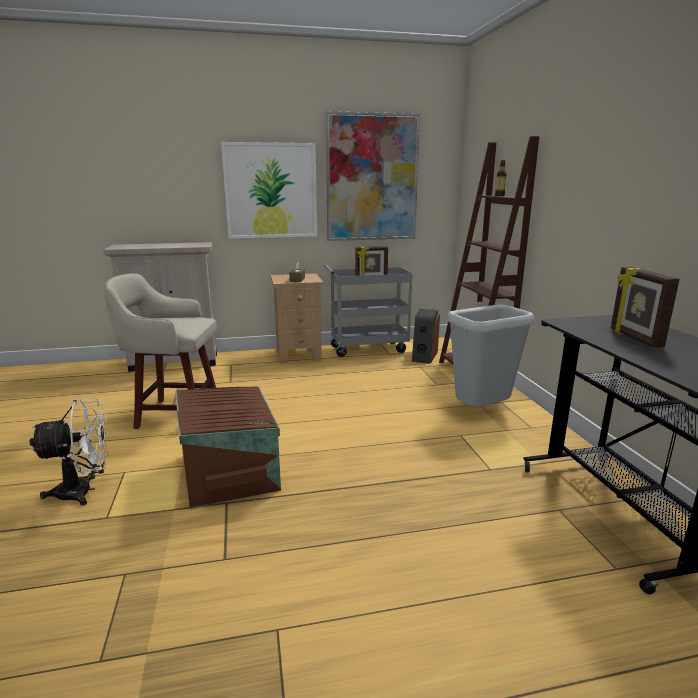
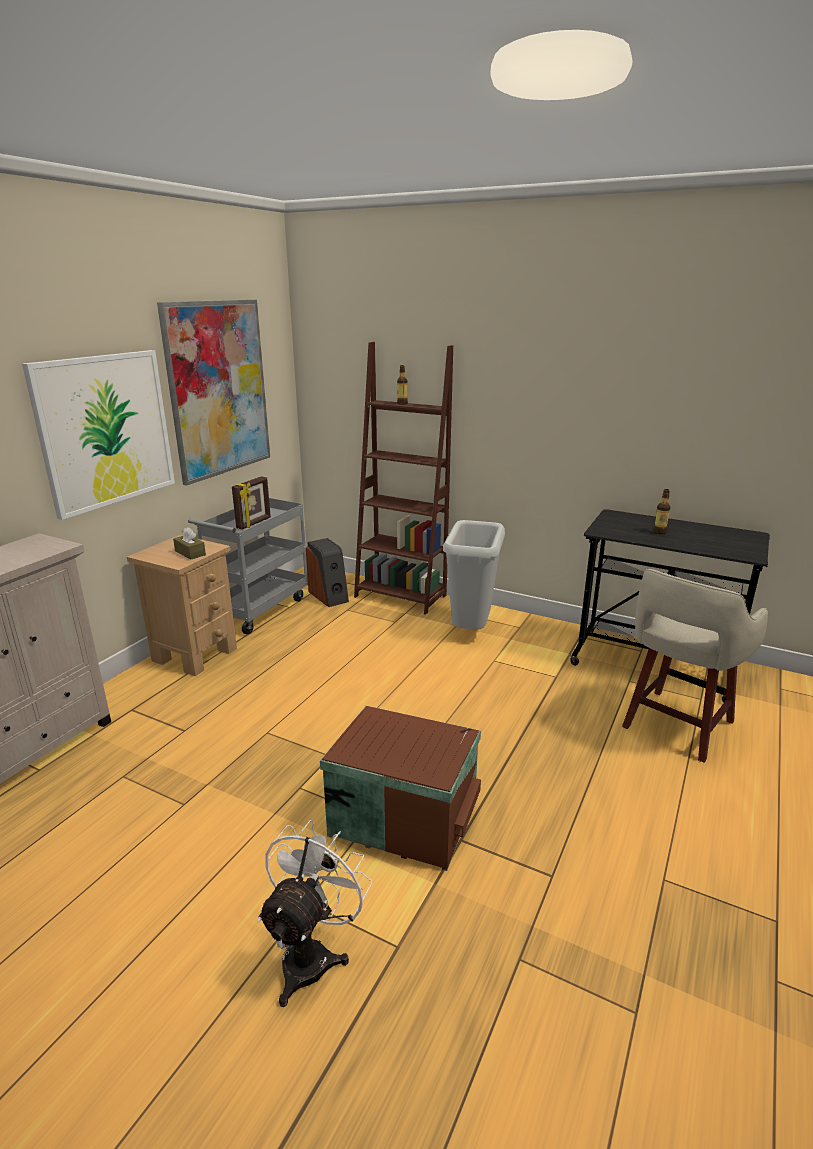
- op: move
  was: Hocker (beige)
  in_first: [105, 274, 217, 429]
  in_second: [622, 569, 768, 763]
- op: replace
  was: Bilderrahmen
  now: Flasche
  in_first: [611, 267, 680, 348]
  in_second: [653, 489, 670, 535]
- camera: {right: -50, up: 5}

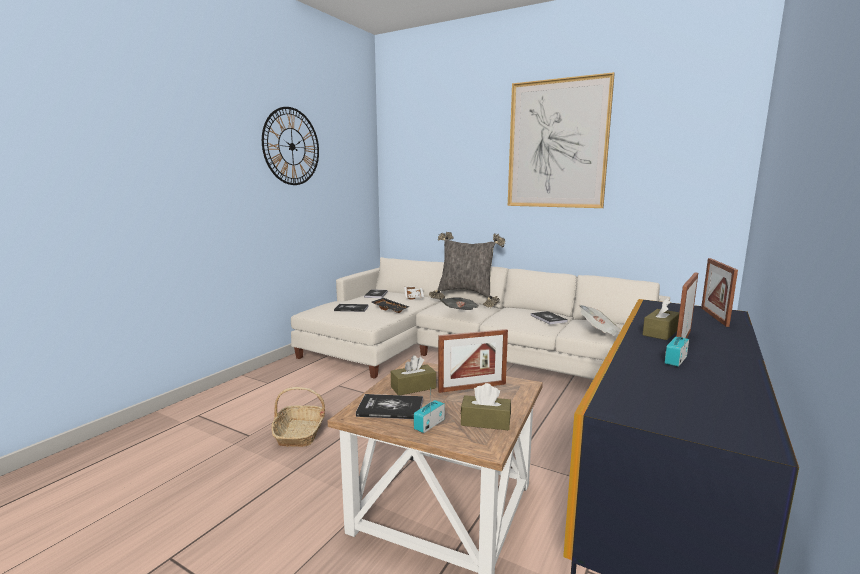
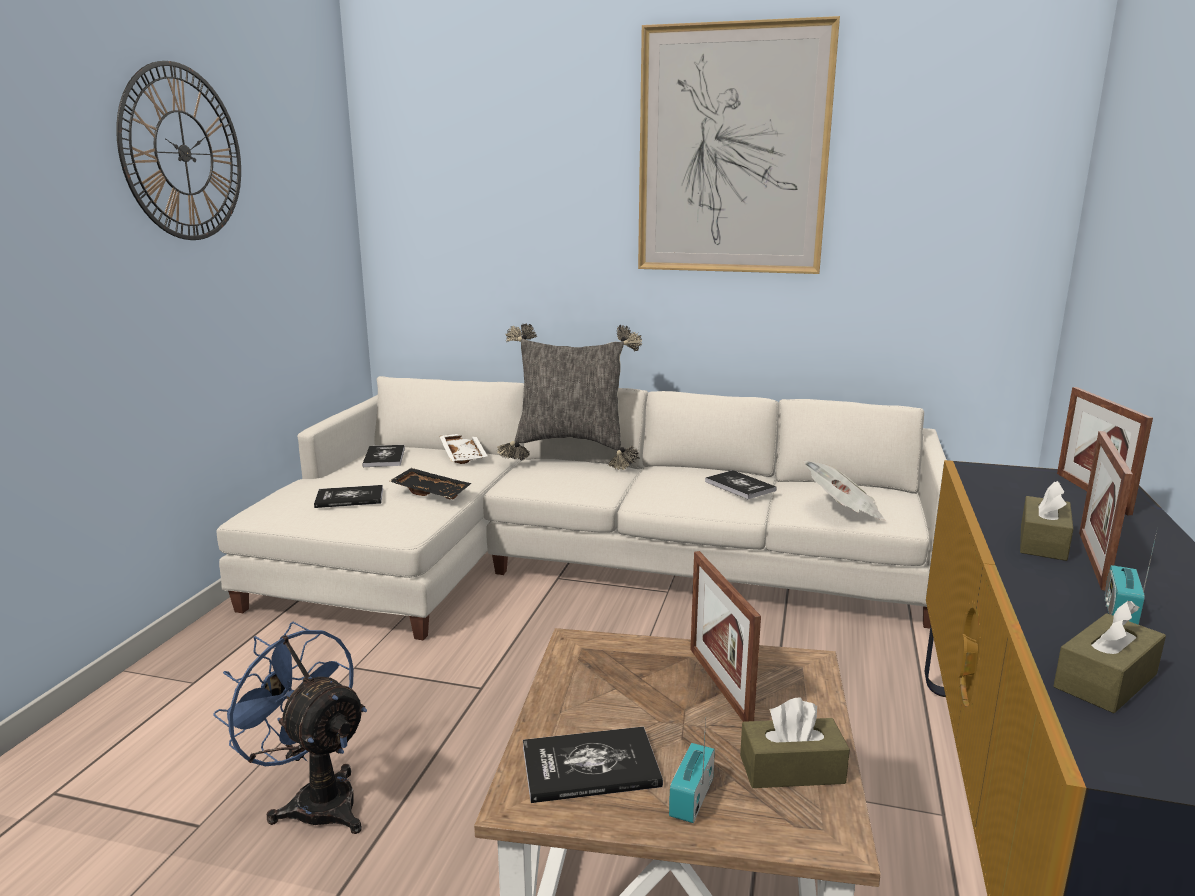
- op: delete
  was: Zeitung
  in_first: [440, 297, 479, 310]
- op: move
  was: Taschentuchbox (braun)
  in_first: [391, 355, 436, 395]
  in_second: [1054, 601, 1166, 713]
- op: replace
  was: Korb
  now: Ventilator (blau)
  in_first: [271, 387, 325, 447]
  in_second: [213, 622, 367, 834]
- op: rotate
  was: Bilderrahmen
  in_first: [438, 329, 508, 393]
  in_second: [690, 551, 761, 722]
  clockwise: 105
- camera: {right: -15, up: 5}

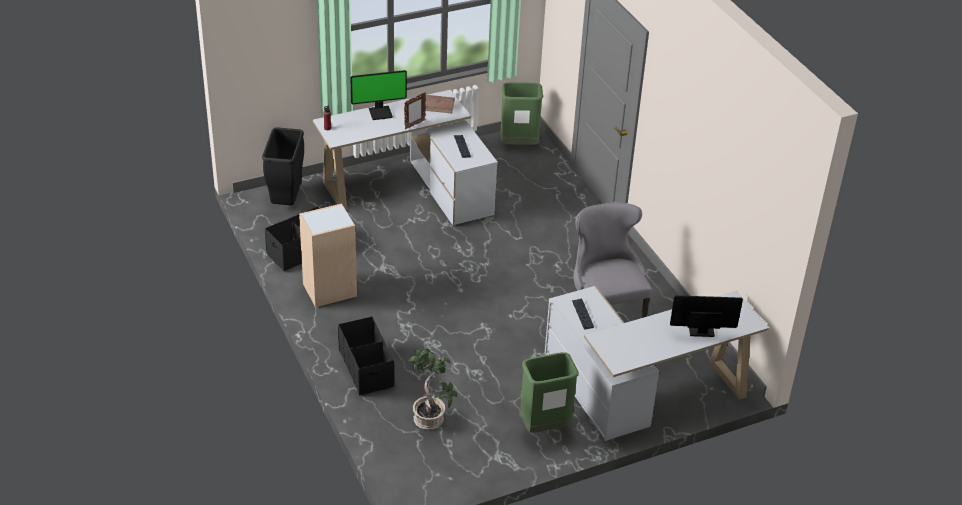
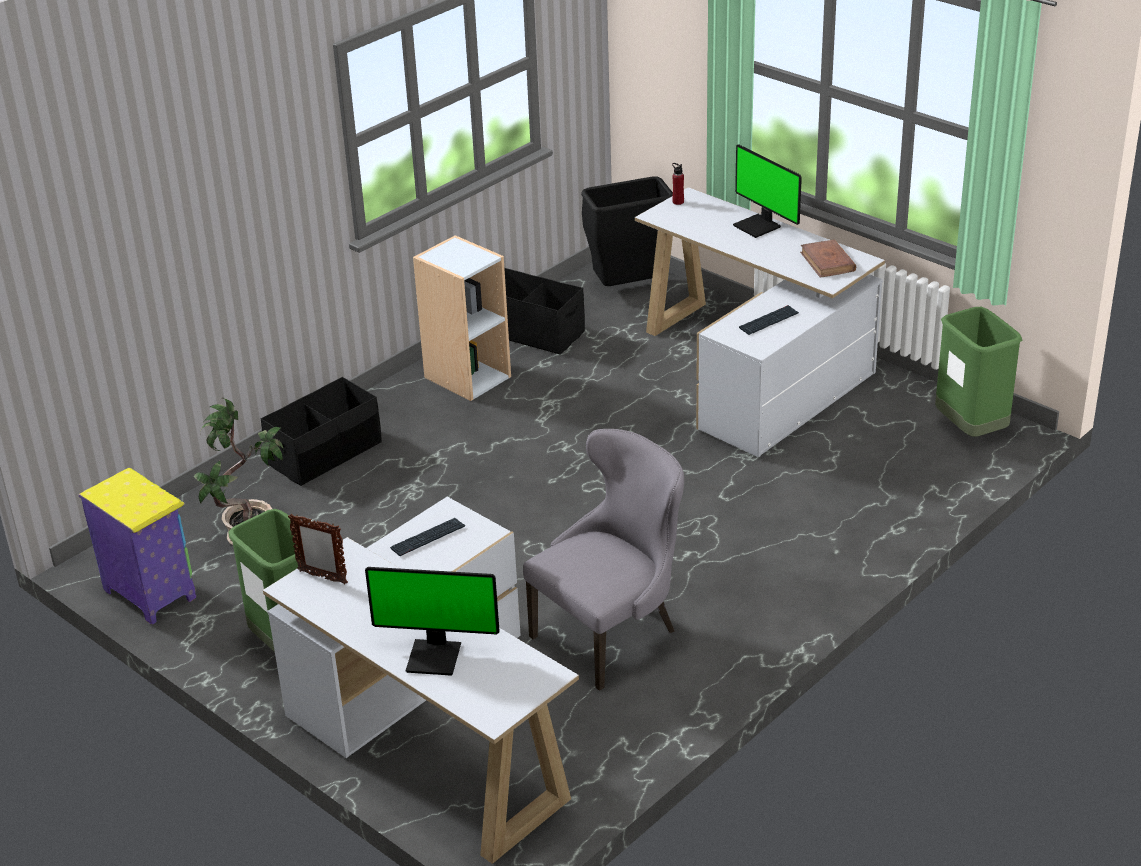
- op: insert
  now: Nachttisch
  in_second: [79, 468, 196, 625]
- op: move
  was: Bilderrahmen
  in_first: [404, 92, 426, 130]
  in_second: [288, 514, 348, 585]
- op: rotate
  was: Monitor
  in_first: [670, 295, 743, 337]
  in_second: [365, 567, 500, 676]
  clockwise: 120
- camera: {right: 70, up: -5}

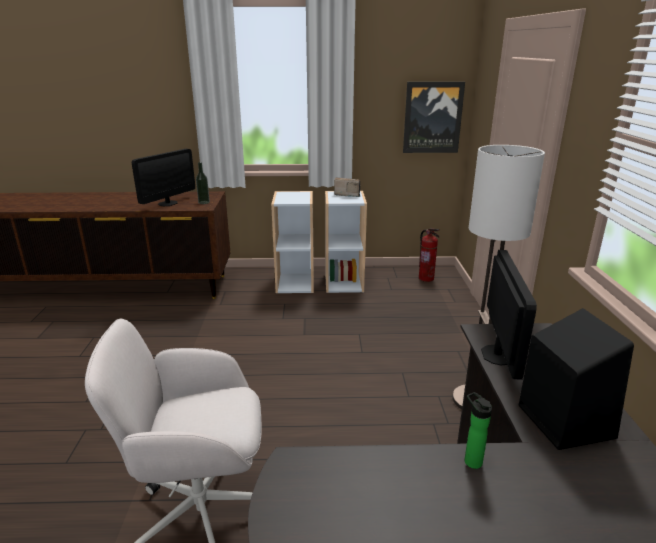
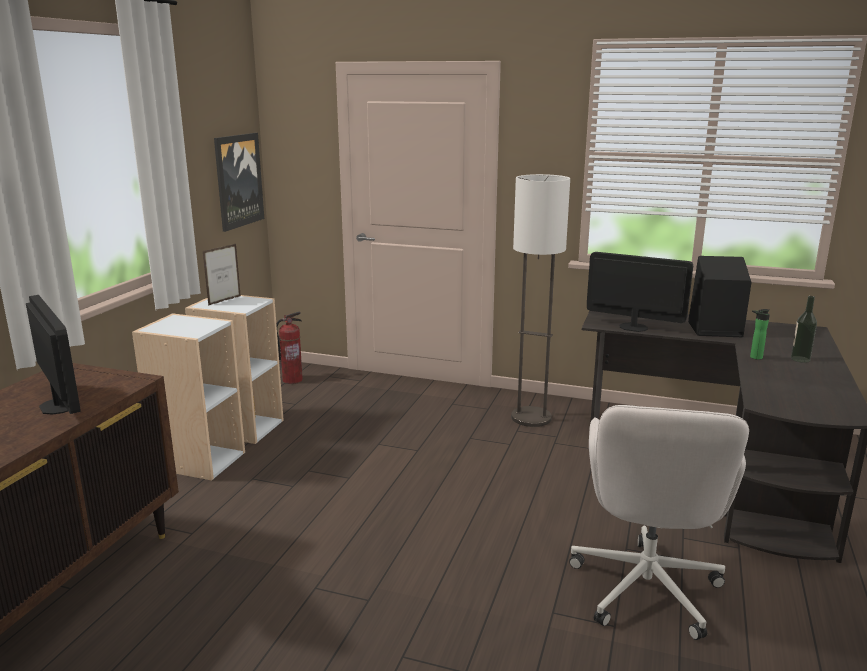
- op: move
  was: Flasche
  in_first: [196, 162, 210, 204]
  in_second: [791, 296, 817, 363]
- op: replace
  was: Radio
  now: Bilderrahmen
  in_first: [334, 177, 360, 197]
  in_second: [203, 244, 241, 306]
- camera: {right: -70, up: -5}

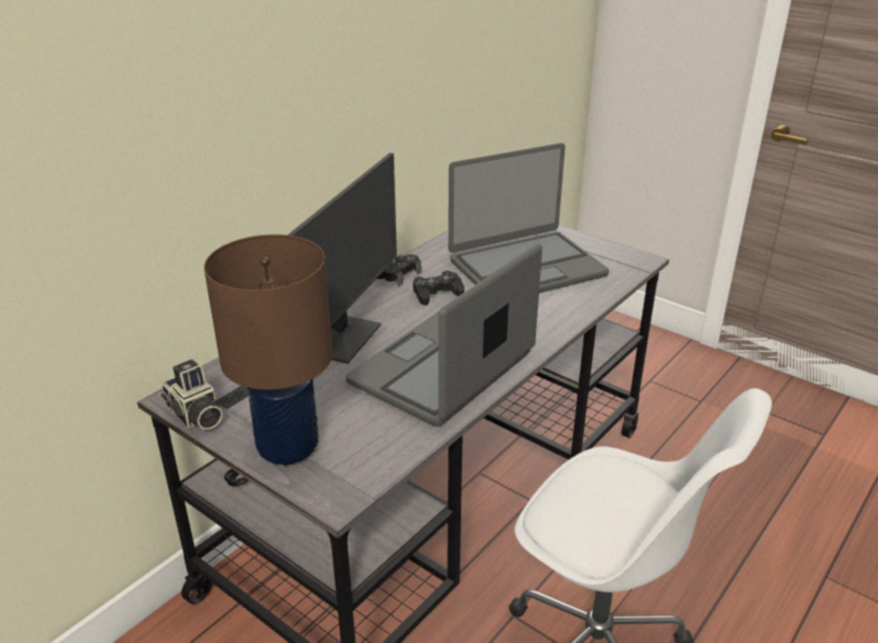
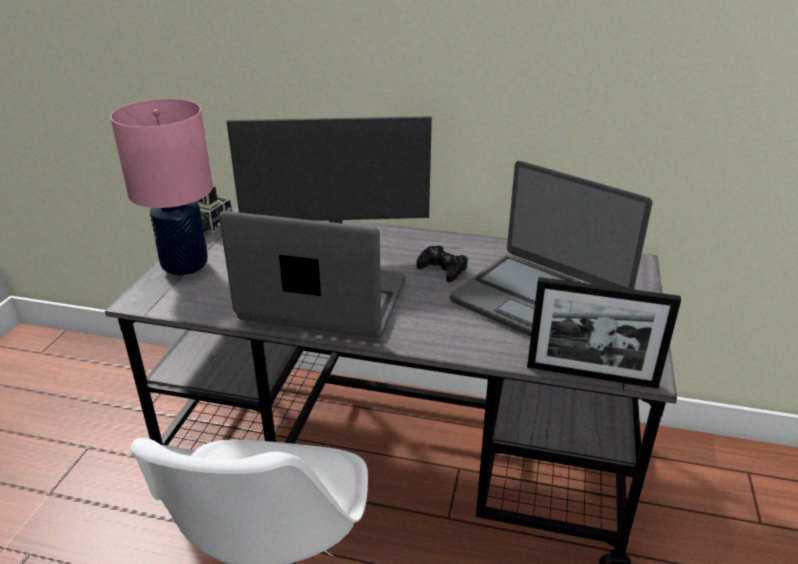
- op: delete
  was: Gamepad (schwarz)
  in_first: [377, 254, 422, 286]
- op: insert
  now: Bilderrahmen
  in_second: [527, 277, 681, 389]
- op: recolor
  was: Tischlampe (braun)
  now: Tischlampe (rosa)
  in_first: [204, 234, 333, 465]
  in_second: [110, 99, 213, 275]
- camera: {right: 65, up: 0}

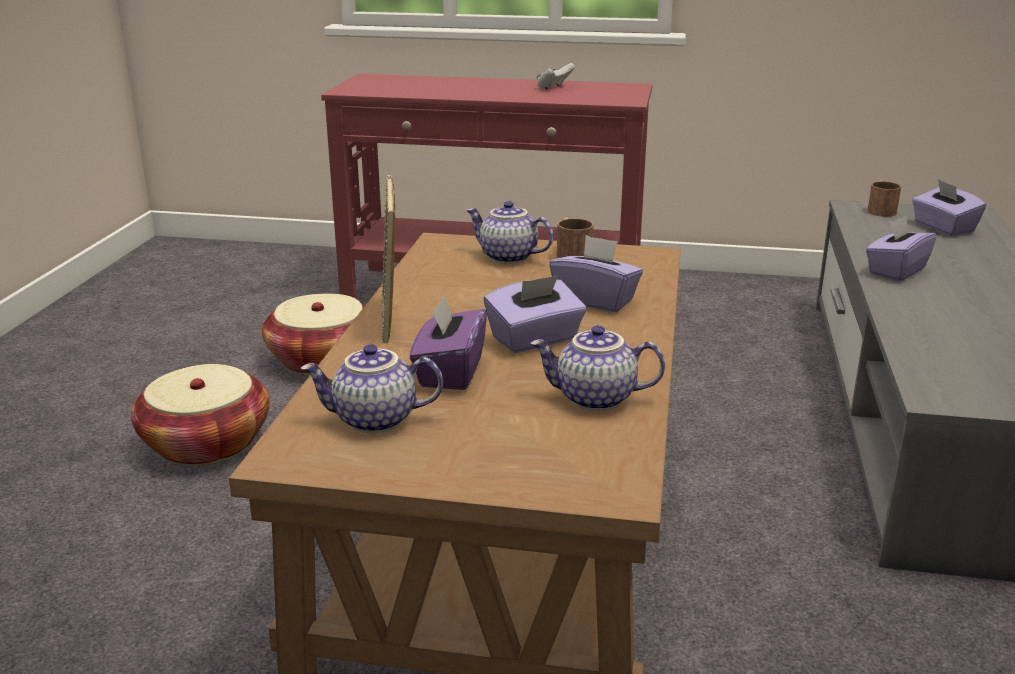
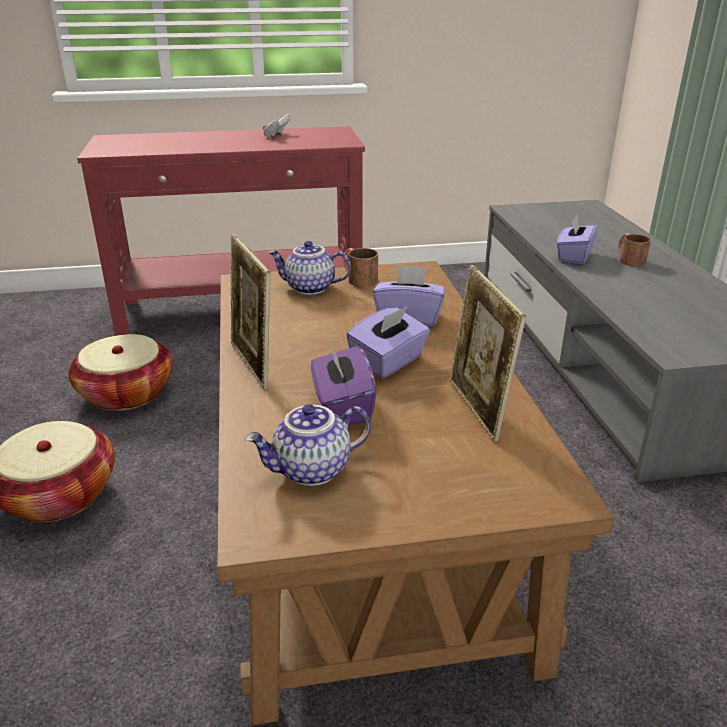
- op: delete
  was: Taschentuchbox (lila)
  in_first: [912, 179, 986, 236]
- op: move
  was: Henkelbecher (braun)
  in_first: [867, 180, 901, 217]
  in_second: [618, 233, 651, 267]
- op: replace
  was: Teekanne
  now: Bilderrahmen
  in_first: [530, 325, 665, 411]
  in_second: [449, 265, 526, 442]
- camera: {right: -20, up: 5}

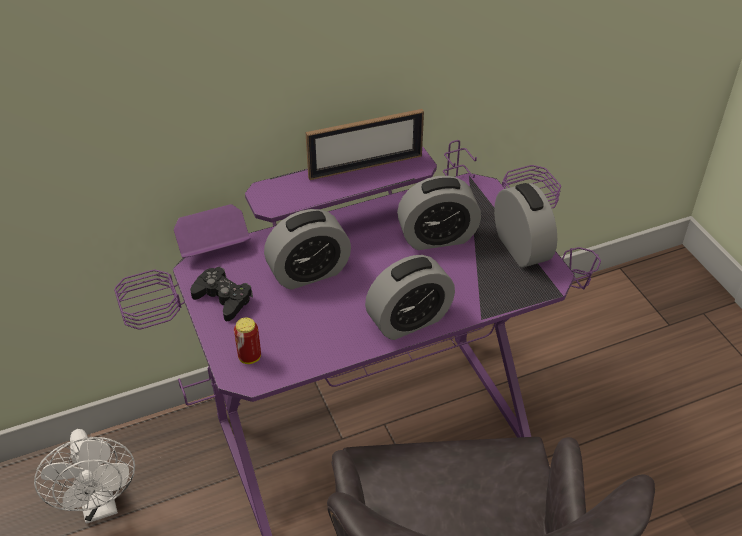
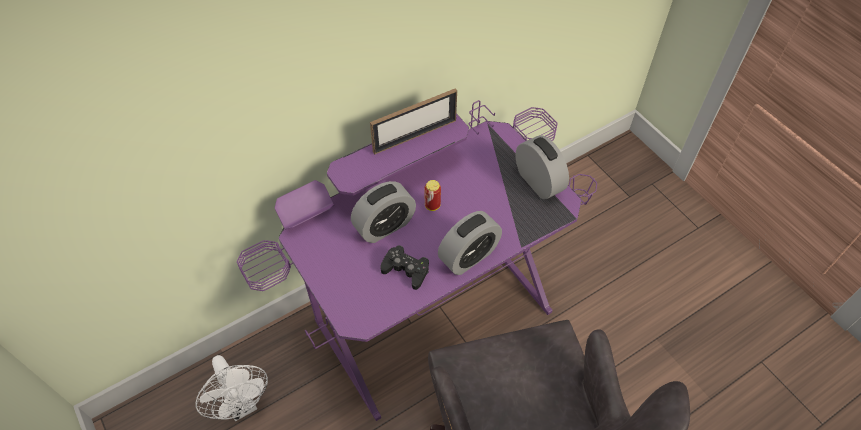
- op: delete
  was: Wecker
  in_first: [397, 176, 481, 250]
- op: move
  was: Gamepad (schwarz)
  in_first: [190, 267, 253, 321]
  in_second: [380, 245, 429, 290]
- op: move
  was: Dose
  in_first: [234, 318, 261, 364]
  in_second: [425, 180, 441, 211]
- camera: {right: -10, up: 10}

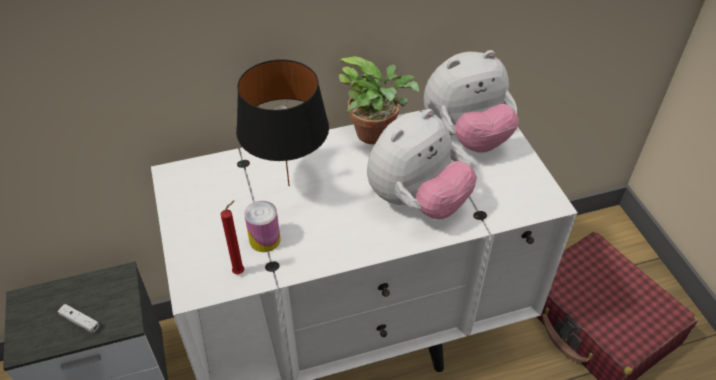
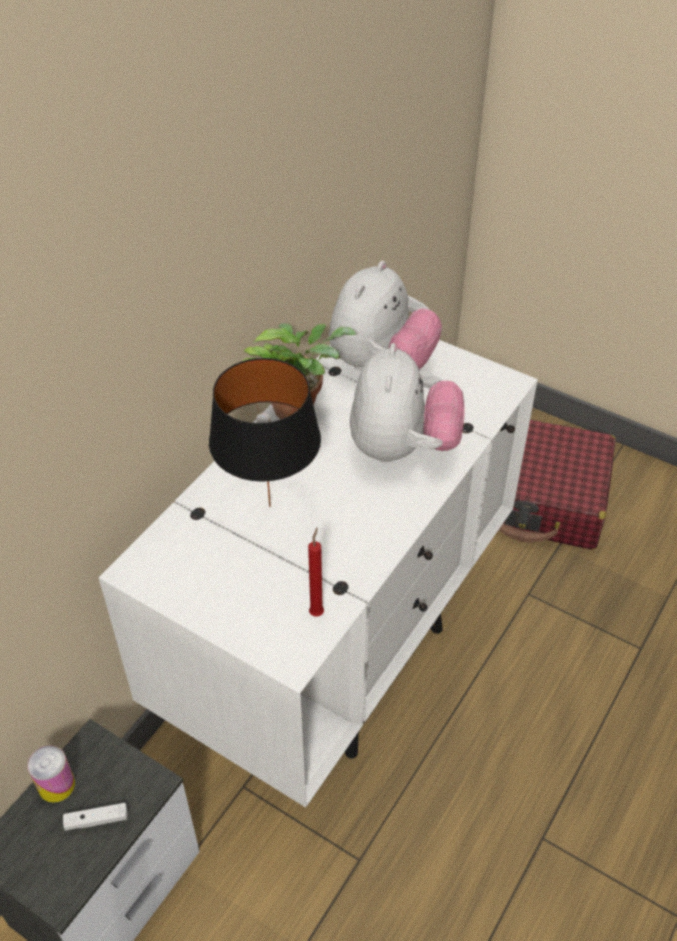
- op: move
  was: Dose
  in_first: [244, 201, 281, 252]
  in_second: [28, 745, 75, 803]
- camera: {right: -40, up: 0}

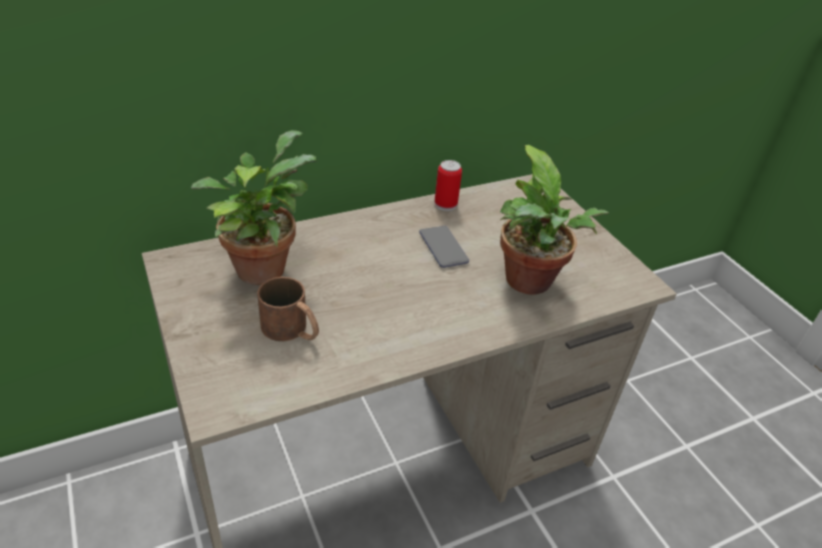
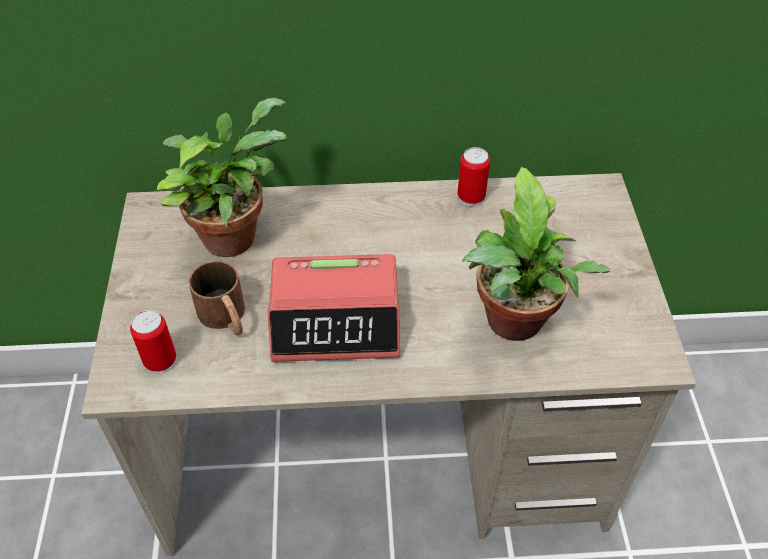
- op: delete
  was: Handy
  in_first: [419, 226, 469, 268]
- op: insert
  now: Dose
  in_second: [130, 310, 176, 374]
- op: insert
  now: Wecker
  in_second: [267, 254, 400, 362]
- camera: {right: 25, up: 10}

